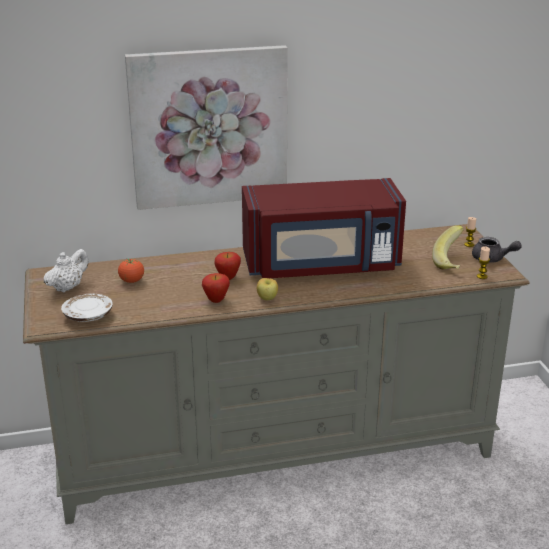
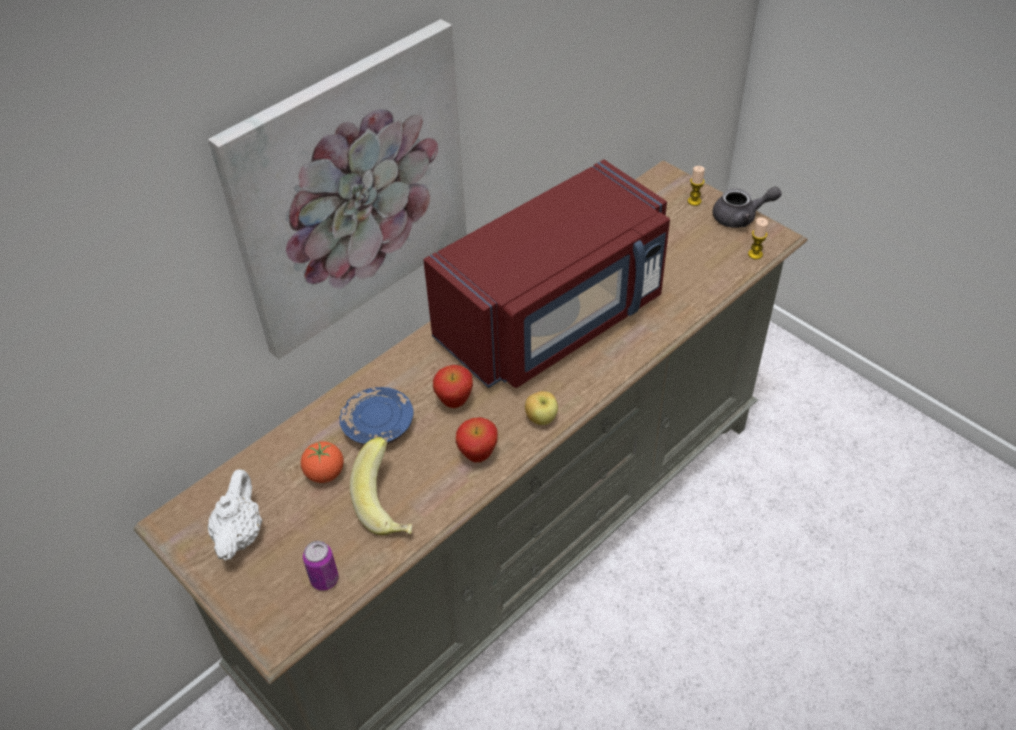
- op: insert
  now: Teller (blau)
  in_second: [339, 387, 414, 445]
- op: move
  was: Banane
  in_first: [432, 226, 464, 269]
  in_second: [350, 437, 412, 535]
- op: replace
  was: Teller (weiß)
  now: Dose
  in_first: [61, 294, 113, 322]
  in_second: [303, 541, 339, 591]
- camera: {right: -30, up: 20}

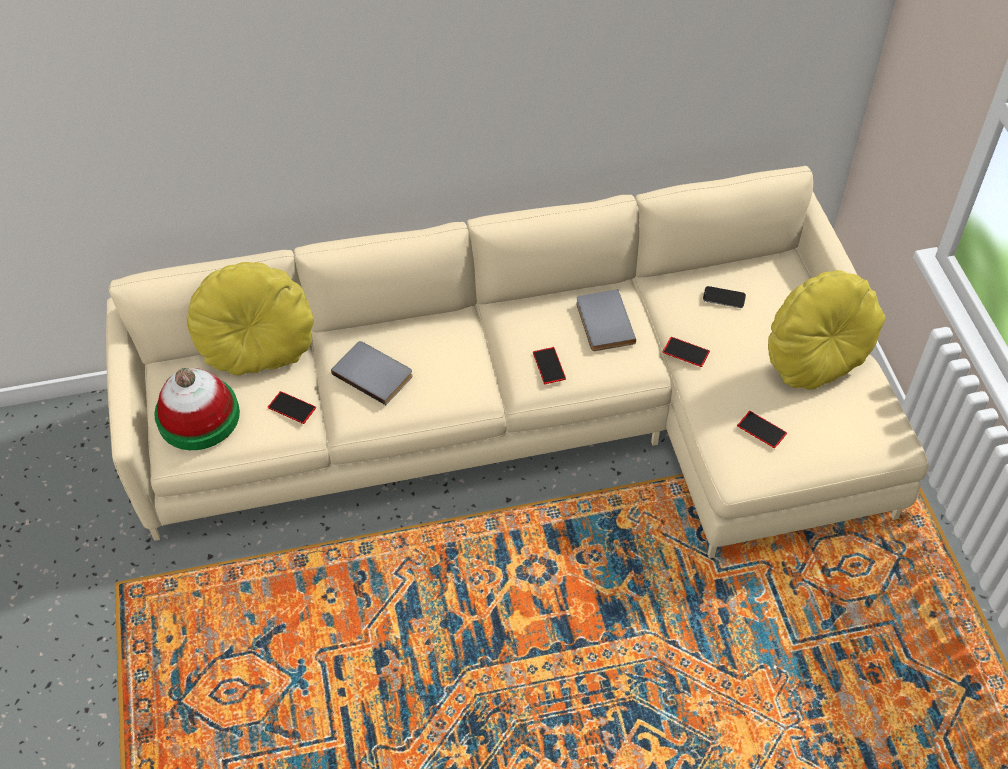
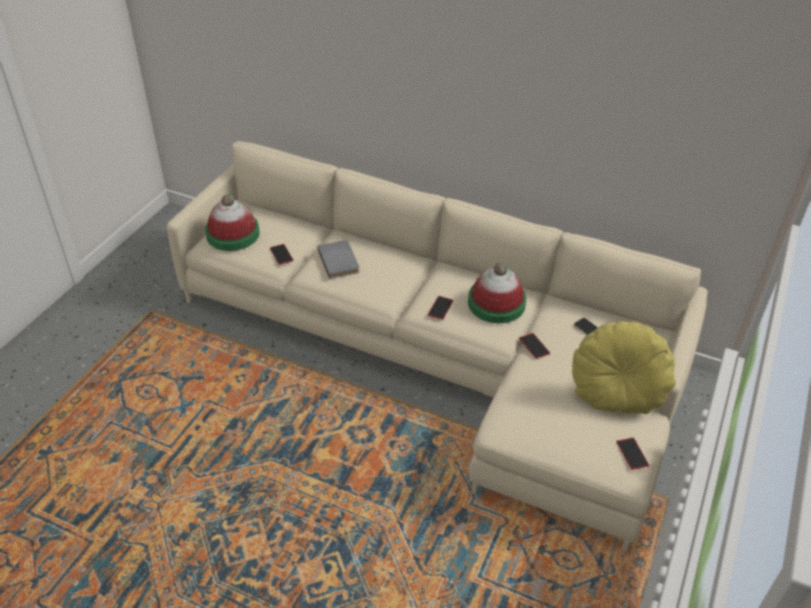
- op: delete
  was: Kissen (gelb)
  in_first: [187, 262, 314, 375]
- op: move
  was: Handy
  in_first: [737, 411, 787, 448]
  in_second: [616, 437, 649, 470]
- op: replace
  was: Buch (grau)
  now: Hut
  in_first: [576, 289, 636, 351]
  in_second: [468, 263, 526, 323]
- camera: {right: 35, up: -10}

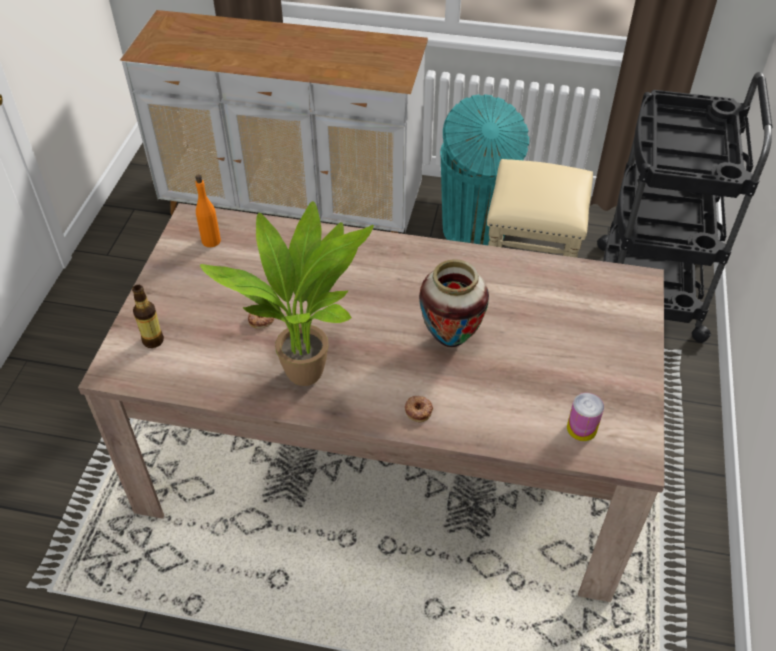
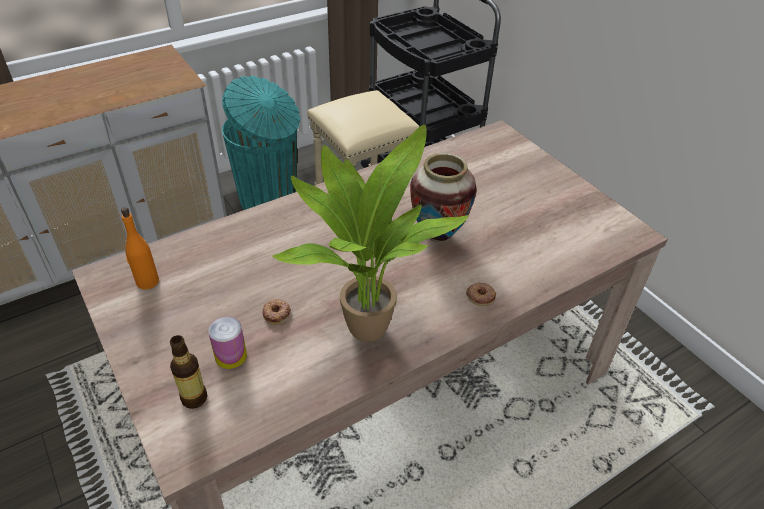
- op: move
  was: Dose
  in_first: [567, 393, 604, 441]
  in_second: [208, 317, 247, 369]
- camera: {right: -45, up: -5}

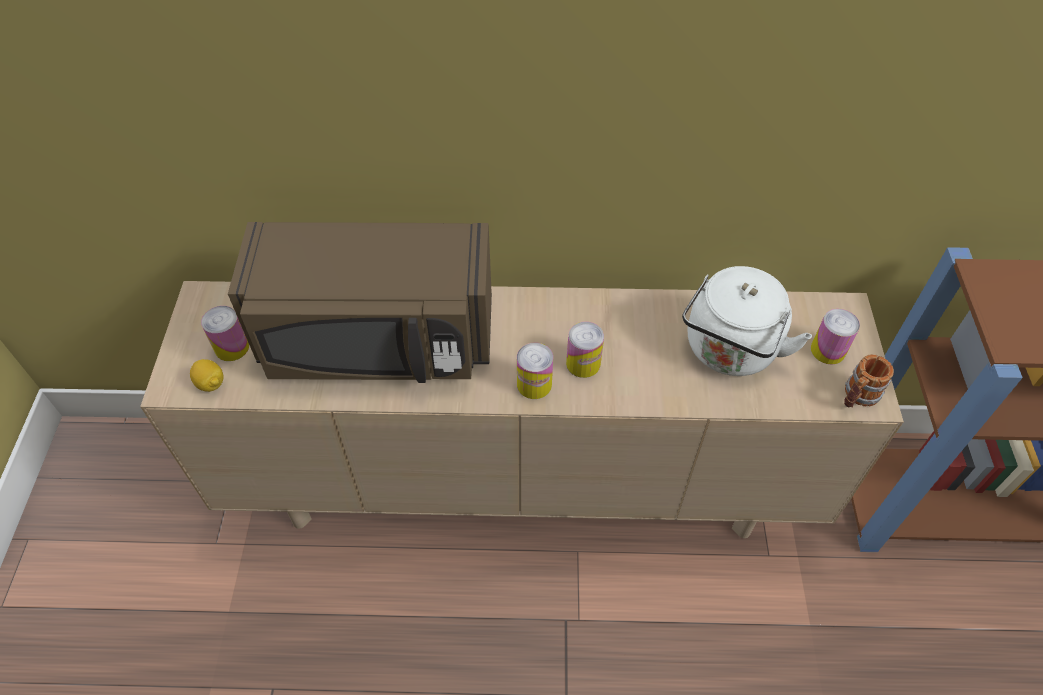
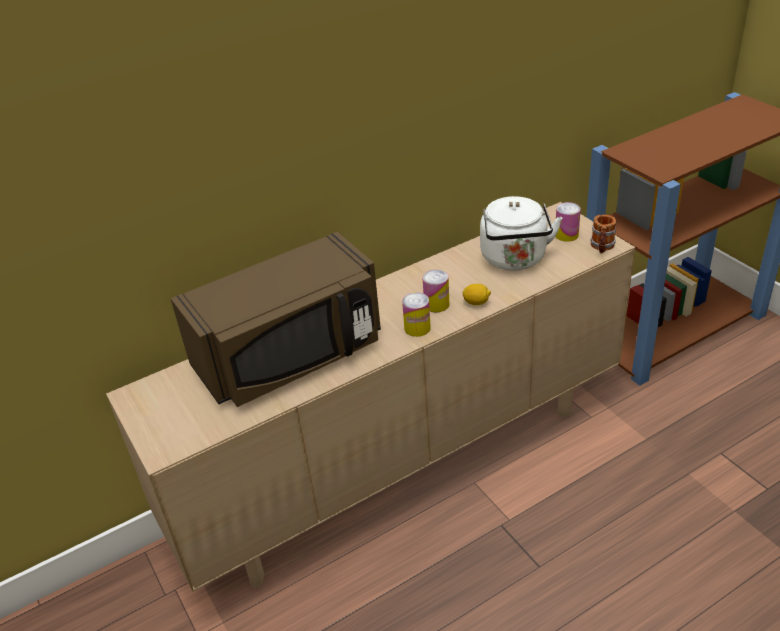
- op: delete
  was: Dose
  in_first: [201, 306, 249, 361]
- op: move
  was: Zitrone
  in_first: [190, 359, 224, 392]
  in_second: [463, 284, 491, 305]
- camera: {right: -30, up: -15}

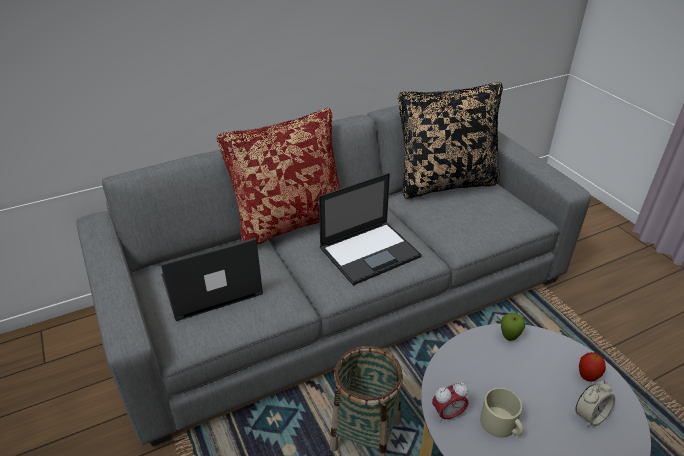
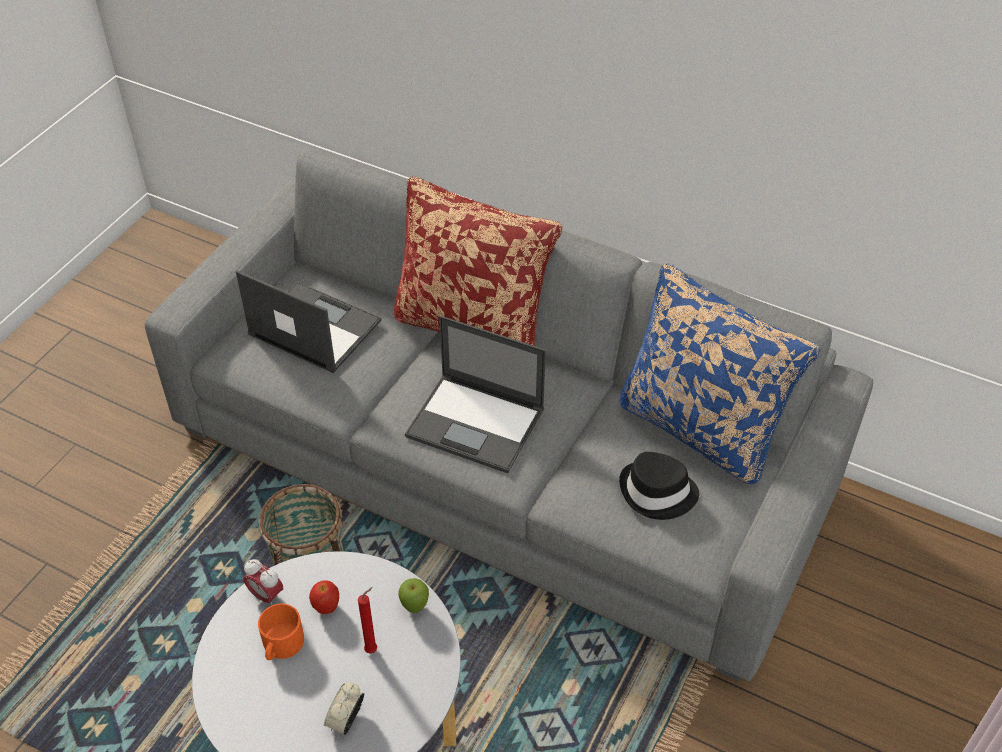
- op: insert
  now: Kerze (rot)
  in_second: [358, 587, 377, 653]
- op: insert
  now: Hut (schwarz)
  in_second: [619, 452, 699, 520]
- op: move
  was: Apfel
  in_first: [579, 352, 606, 382]
  in_second: [309, 580, 339, 614]
- op: recolor
  was: Kissen (schwarz)
  now: Kissen (blau)
  in_first: [398, 82, 503, 199]
  in_second: [619, 263, 820, 485]
- op: recolor
  was: Henkelbecher (beige)
  now: Henkelbecher (orange)
  in_first: [480, 388, 524, 438]
  in_second: [258, 604, 304, 660]
- op: rotate
  was: Wecker
  in_first: [575, 380, 615, 427]
  in_second: [324, 683, 364, 735]
  clockwise: 90
- camera: {right: 55, up: 10}

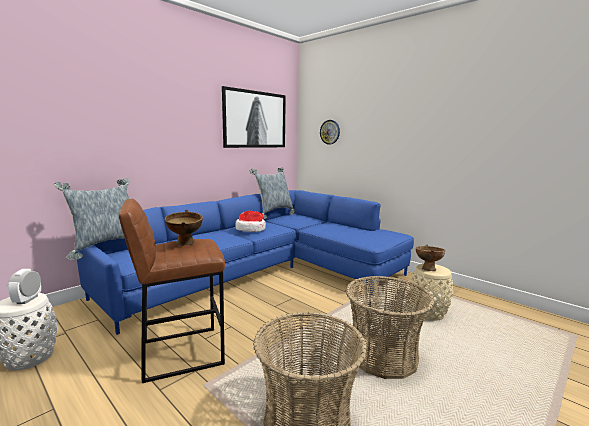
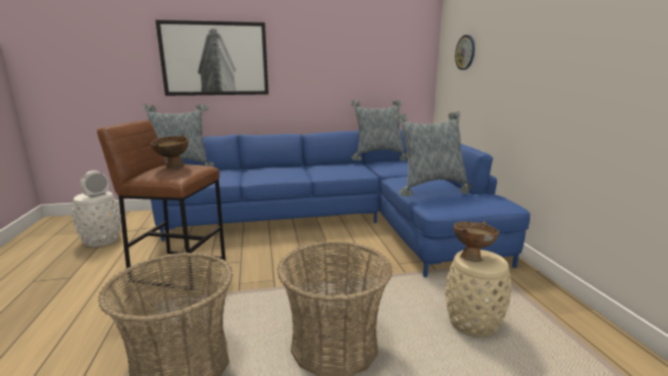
- op: delete
  was: Hut
  in_first: [235, 211, 266, 232]
- op: insert
  now: Kissen
  in_second: [394, 112, 472, 197]
- op: move
  was: Bild
  in_first: [222, 86, 286, 148]
  in_second: [155, 20, 269, 96]
- camera: {right: 35, up: 5}

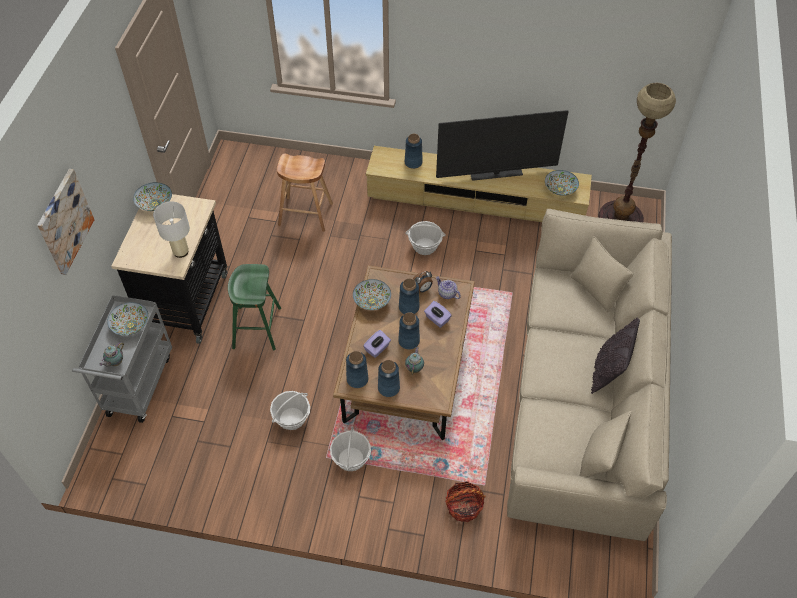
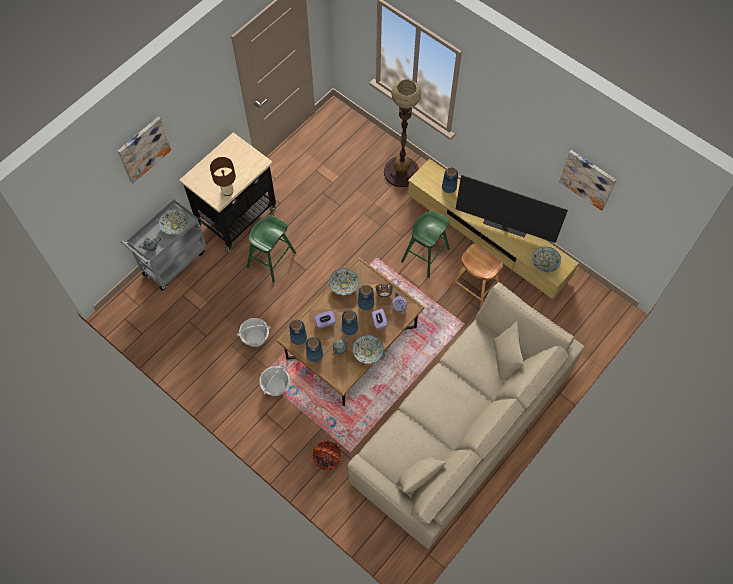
- op: delete
  was: Kissen (schwarz)
  in_first: [591, 318, 640, 394]
- op: insert
  now: Bild
  in_second: [559, 150, 616, 211]
- op: move
  was: Schüssel
  in_first: [133, 182, 172, 211]
  in_second: [353, 335, 384, 364]
- op: move
  was: Hocker (braun)
  in_first: [277, 154, 333, 232]
  in_second: [449, 243, 504, 308]
- op: move
  was: Stehlampe
  in_first: [598, 82, 676, 222]
  in_second: [384, 79, 421, 187]
- op: replace
  was: Korb
  now: Hocker (grün)
  in_first: [405, 221, 446, 255]
  in_second: [401, 211, 450, 278]
- op: recolor
  was: Tischlampe (weiß)
  now: Tischlampe (braun)
  in_first: [153, 201, 190, 258]
  in_second: [210, 157, 236, 196]
- camera: {right: 30, up: 10}

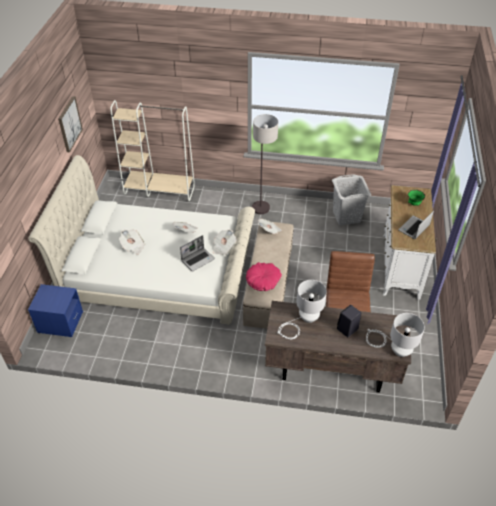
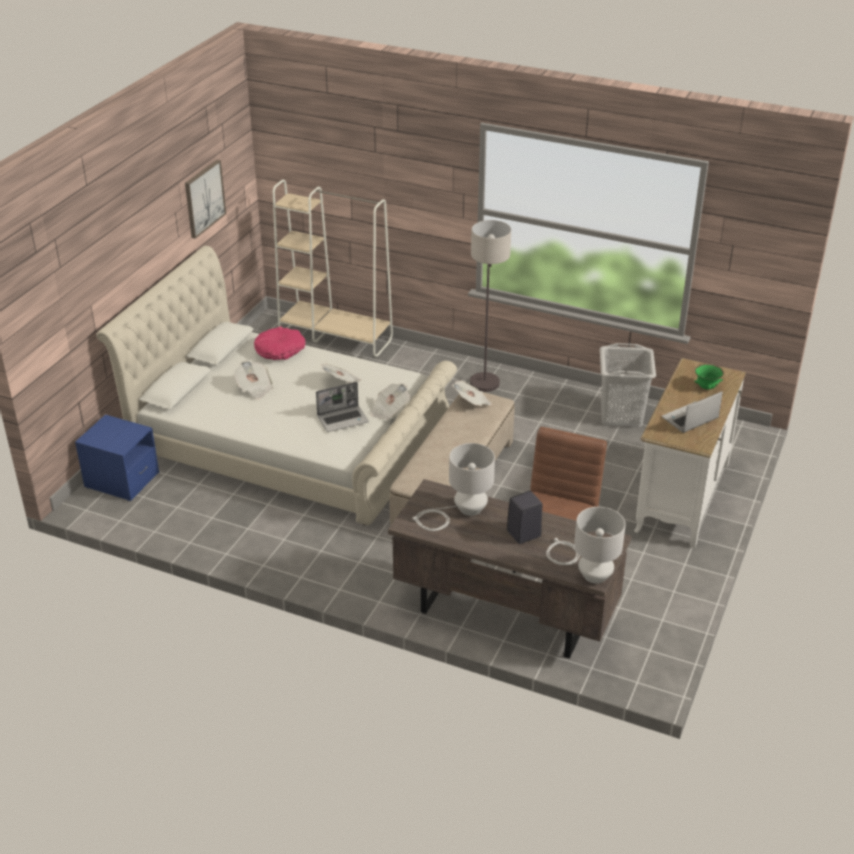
- op: move
  was: Kissen (rosa)
  in_first: [246, 262, 282, 291]
  in_second: [254, 326, 305, 360]
- camera: {right: 15, up: -10}

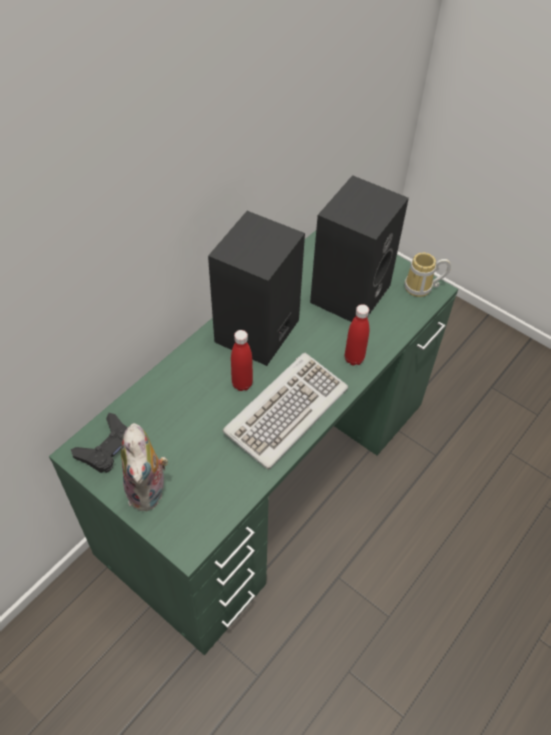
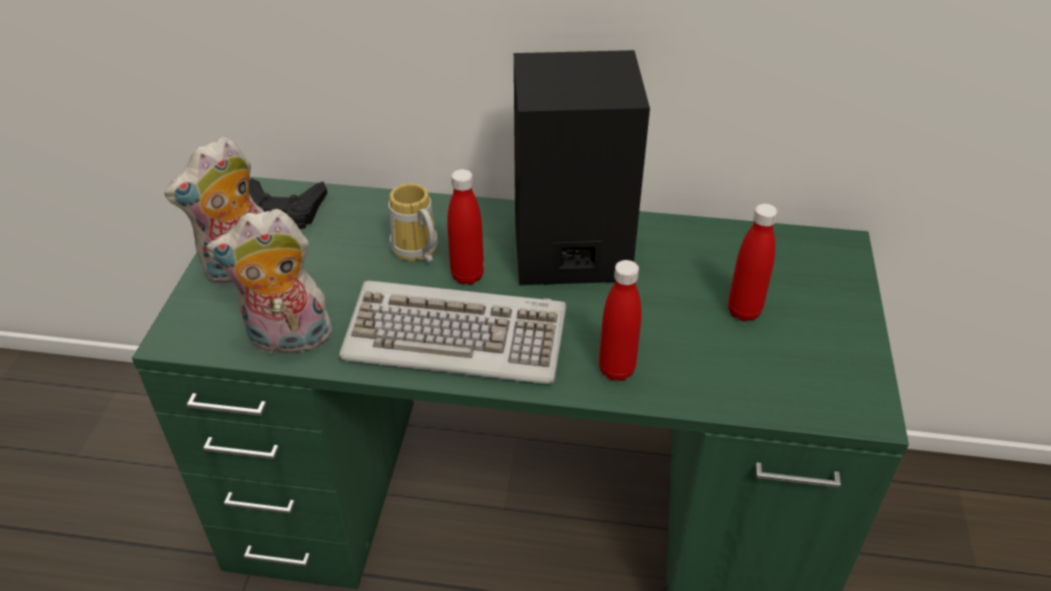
- op: insert
  now: Plüschtier
  in_second: [206, 209, 334, 358]
- op: move
  was: Henkelbecher
  in_first: [404, 252, 451, 297]
  in_second: [388, 183, 438, 263]
- op: replace
  was: Lautsprecher (schwarz)
  now: Flasche (rot)
  in_first: [310, 175, 409, 322]
  in_second: [728, 203, 778, 321]
- camera: {right: 60, up: -10}

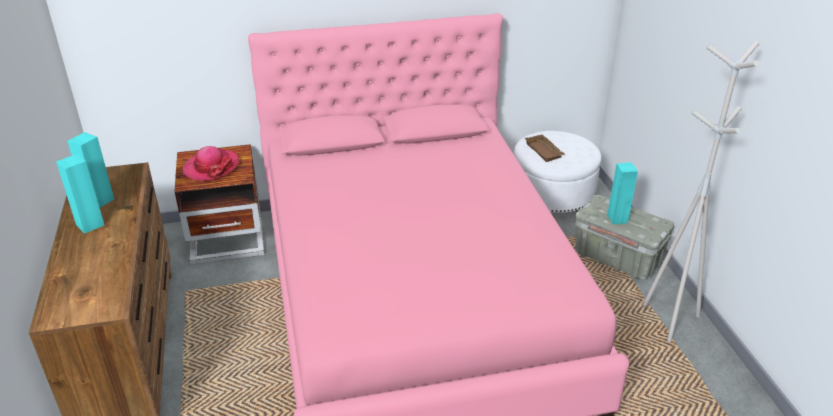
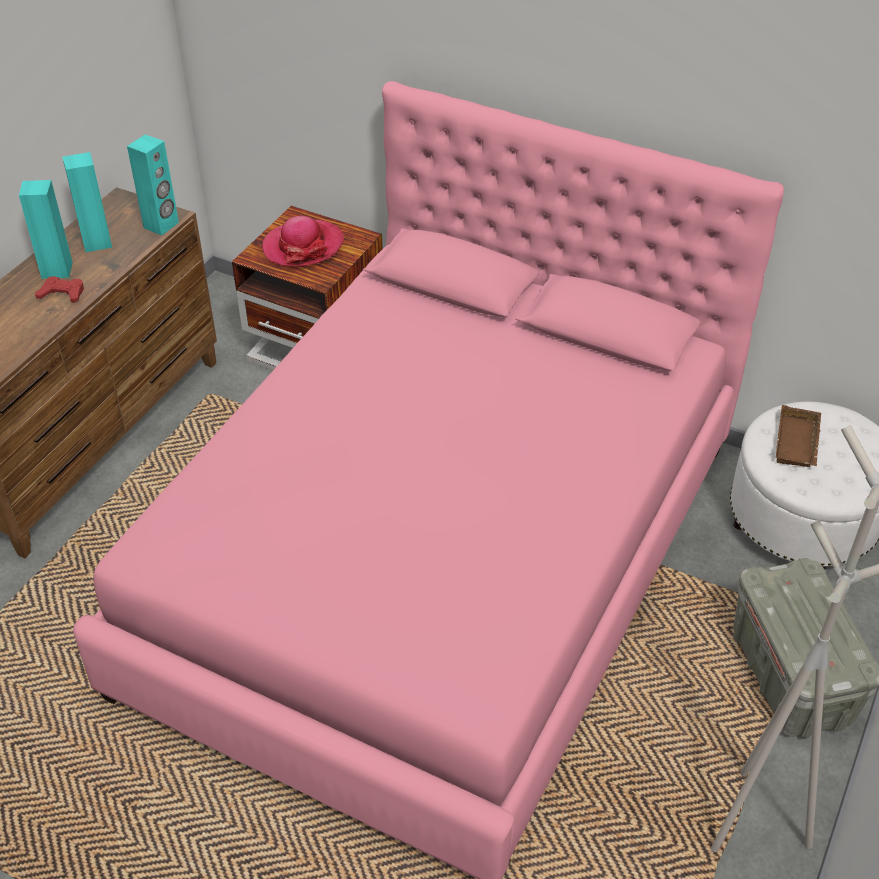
- op: insert
  now: Gamepad (rot)
  in_second: [35, 276, 84, 303]
- op: move
  was: Lautsprecher (türkis)
  in_first: [607, 162, 638, 224]
  in_second: [127, 135, 179, 236]
- camera: {right: 40, up: 10}

